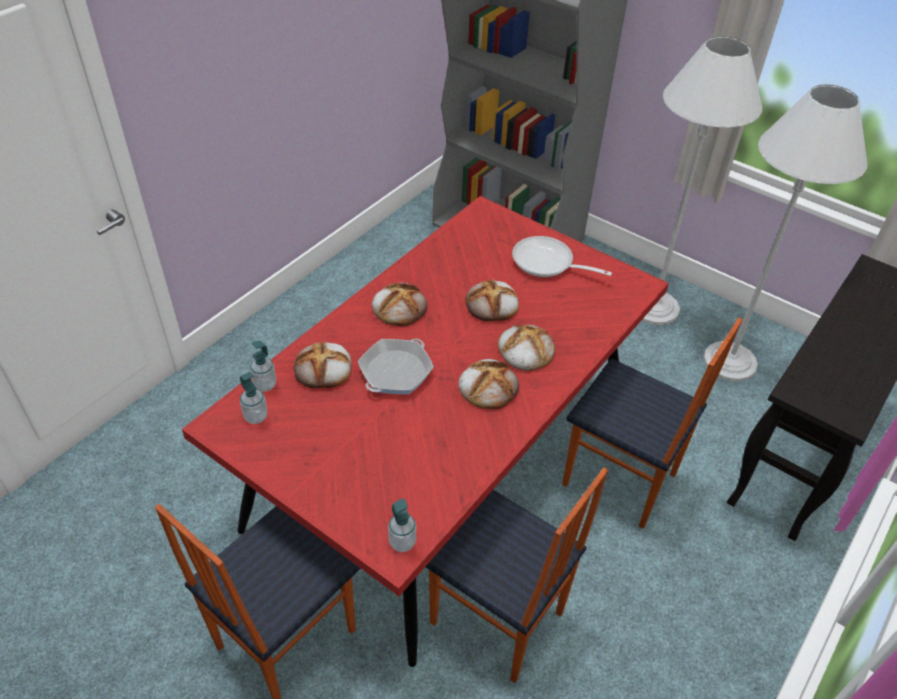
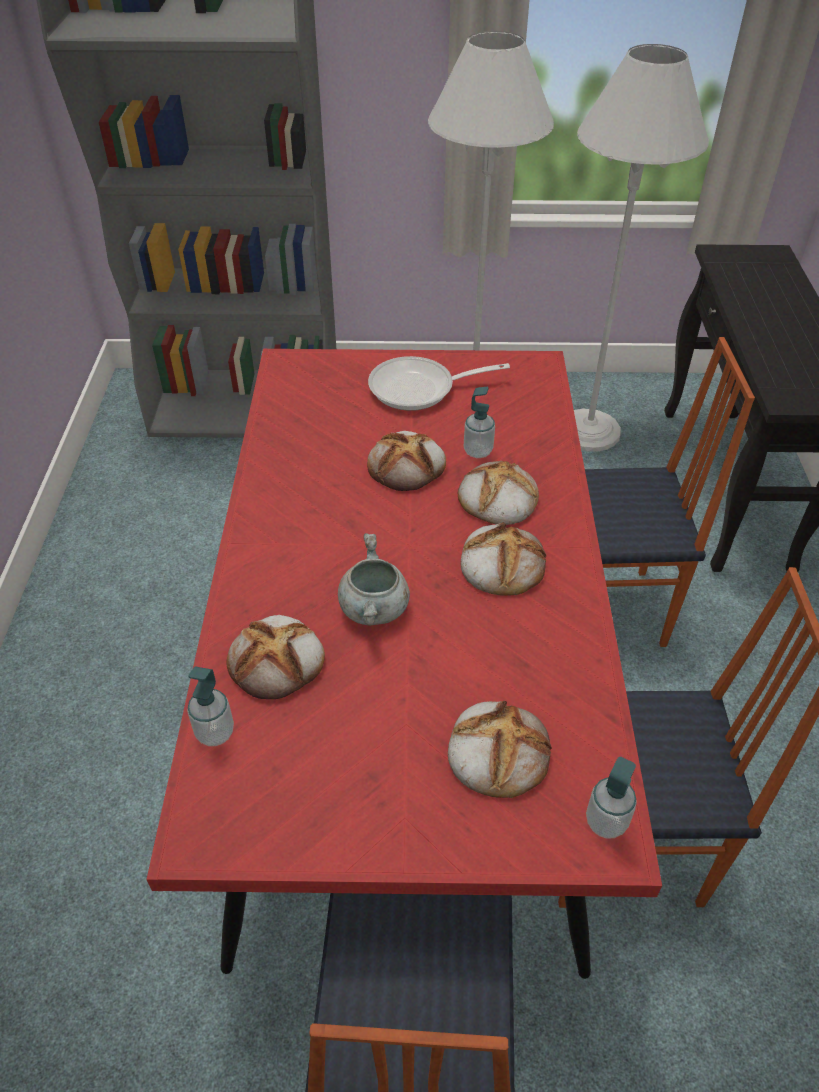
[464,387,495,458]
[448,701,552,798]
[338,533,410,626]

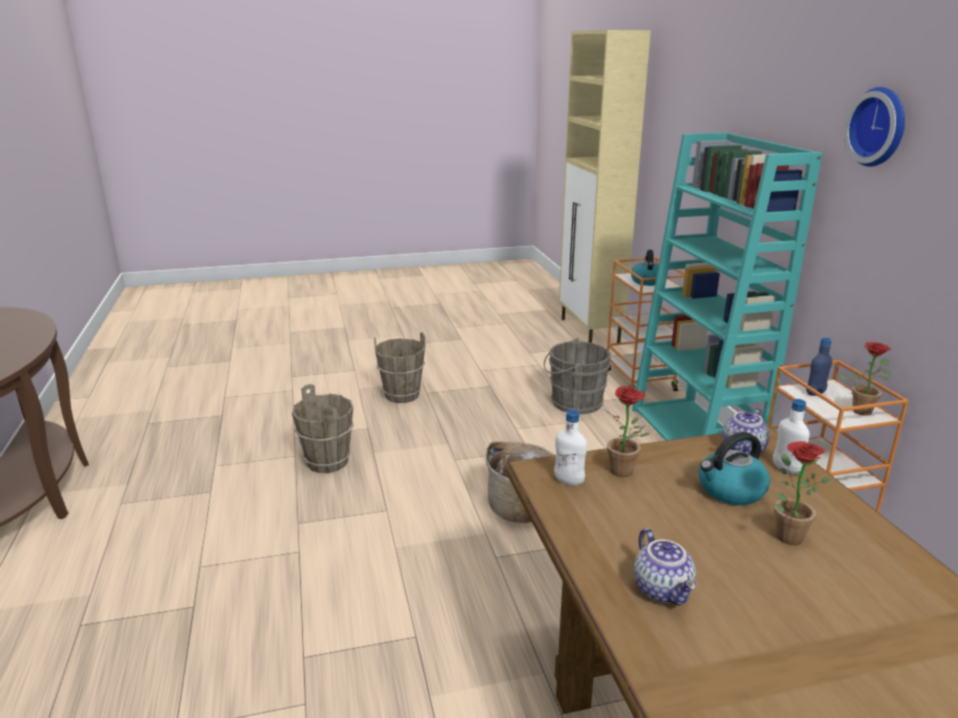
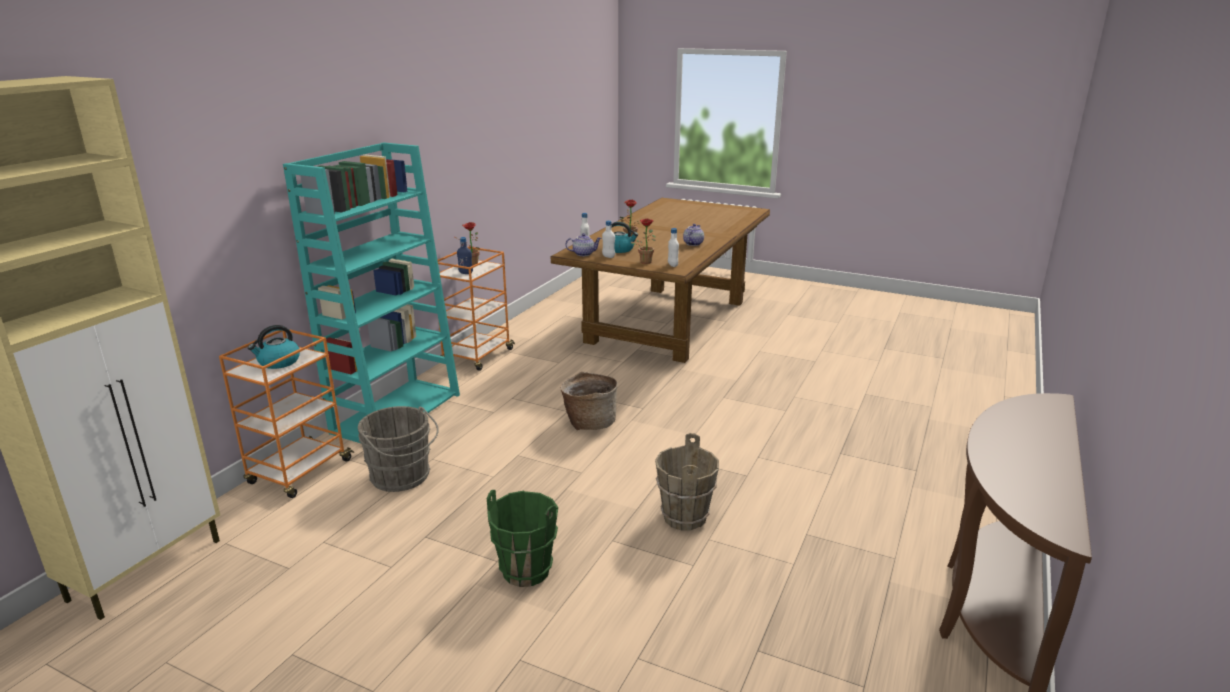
[844,87,905,167] (first image)
[602,221,615,258]
[487,490,558,587]

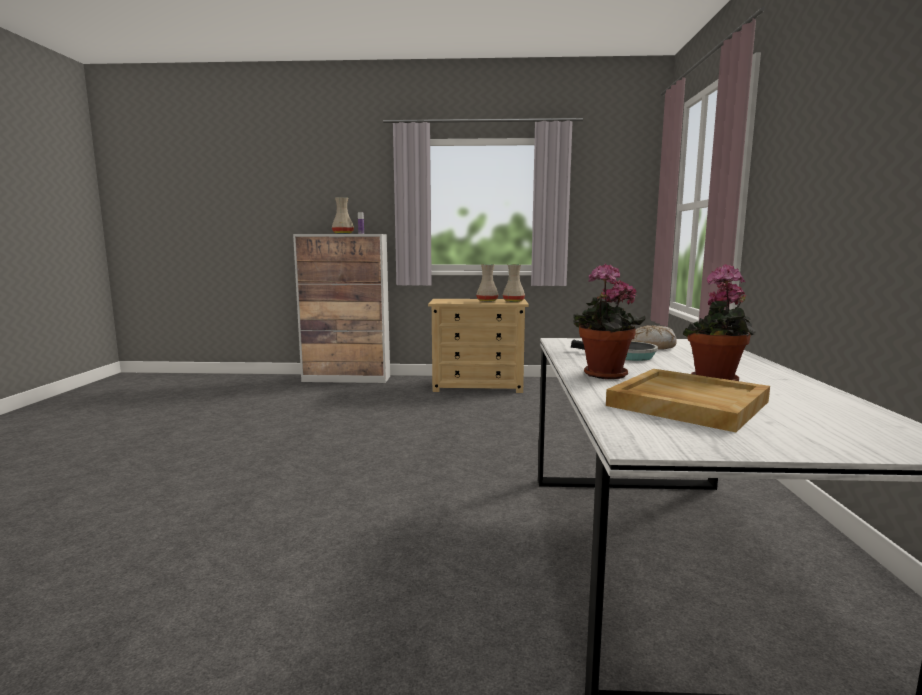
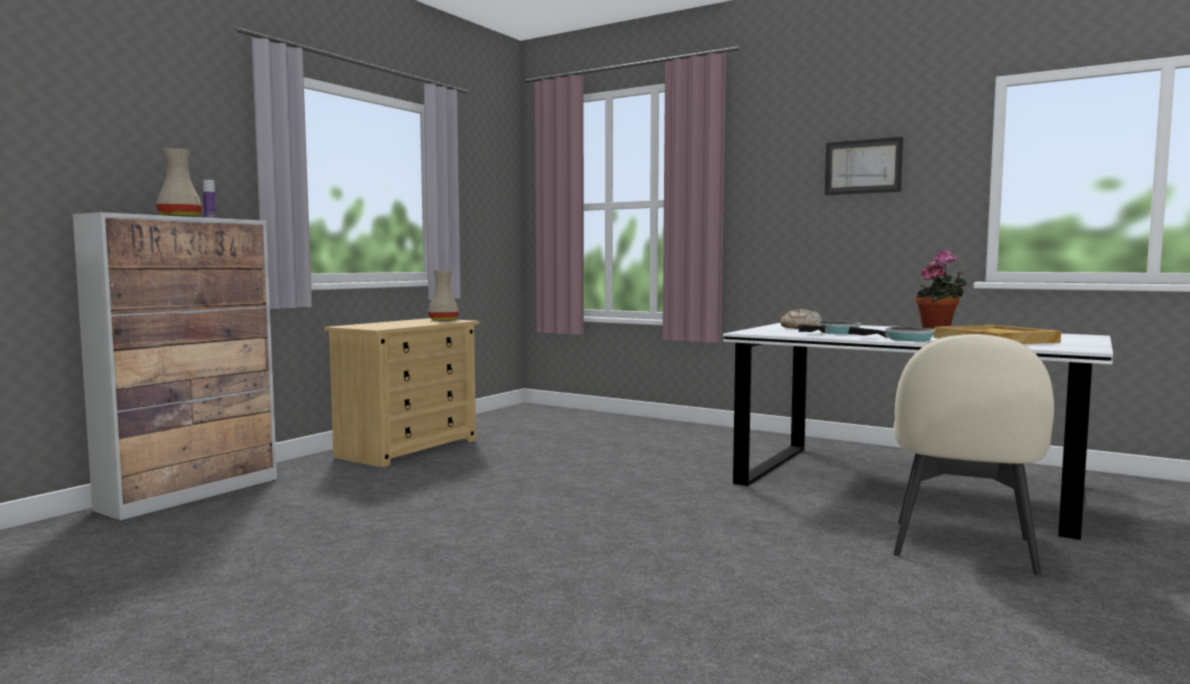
[476,264,498,302] (first image)
[825,137,903,195]
[893,334,1054,576]
[848,326,935,341]

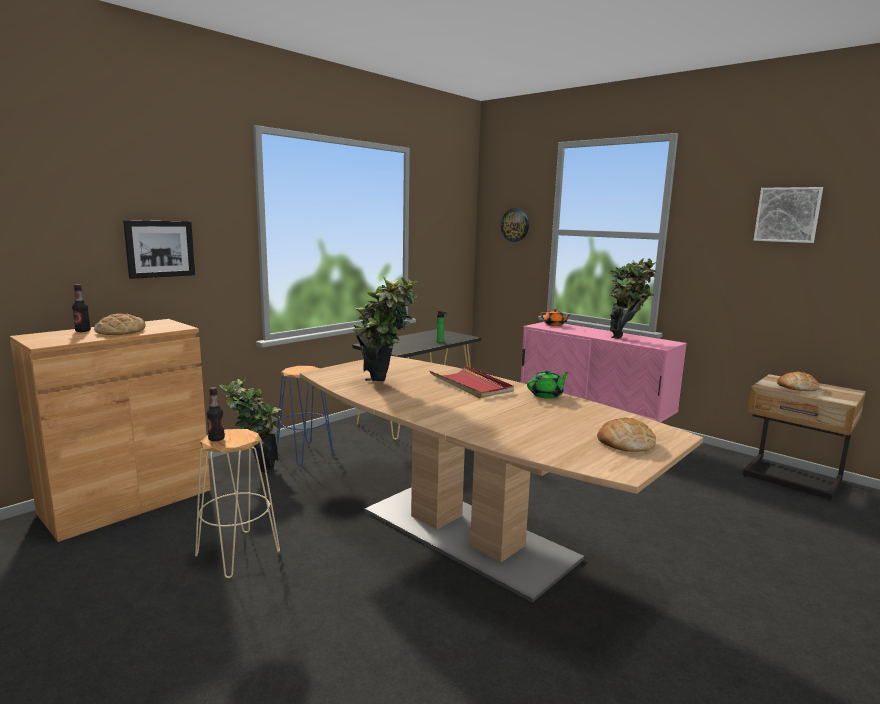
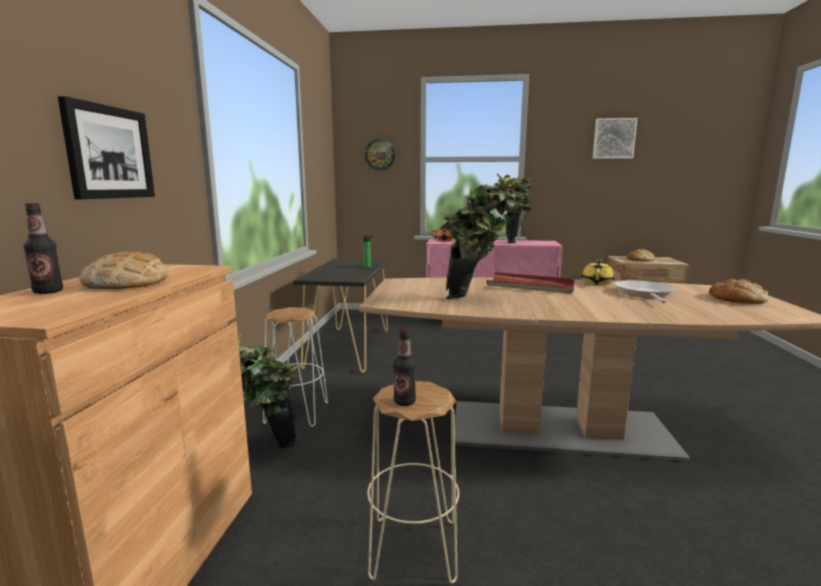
[614,280,675,303]
[263,307,328,427]
[582,259,614,285]

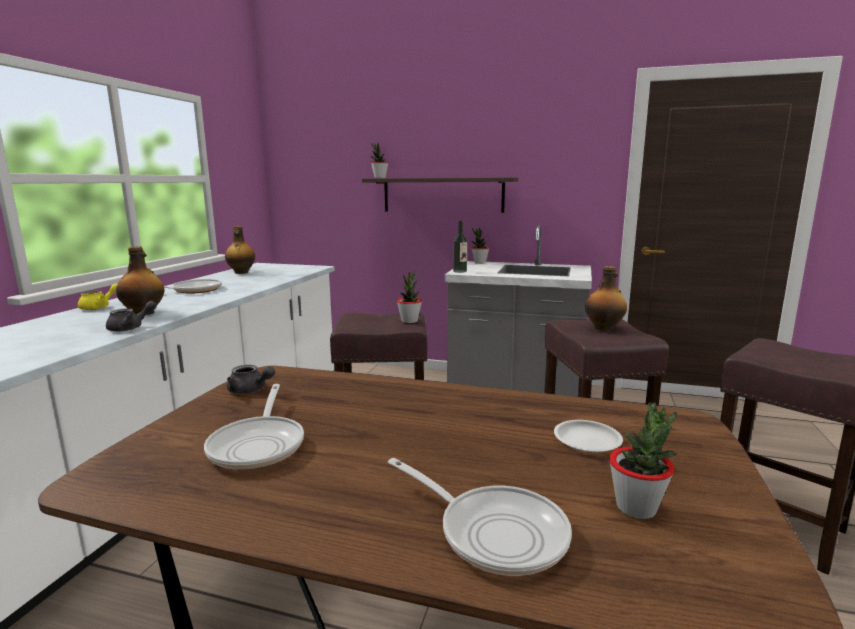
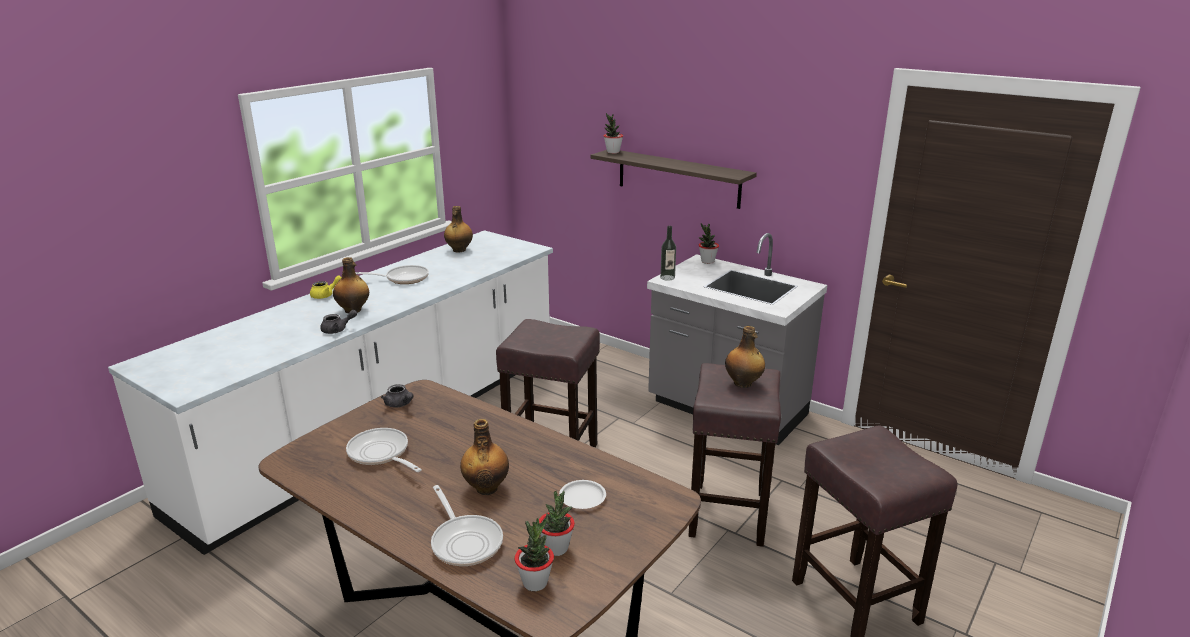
[460,419,509,495]
[514,515,554,591]
[346,428,422,472]

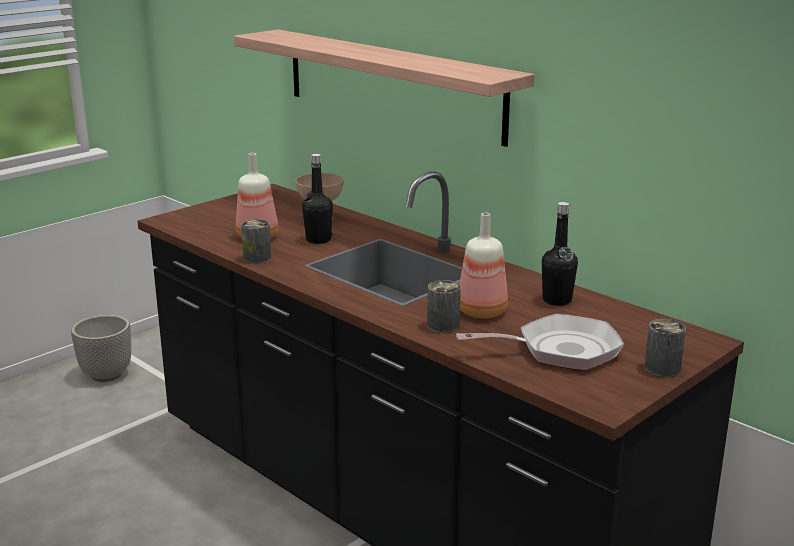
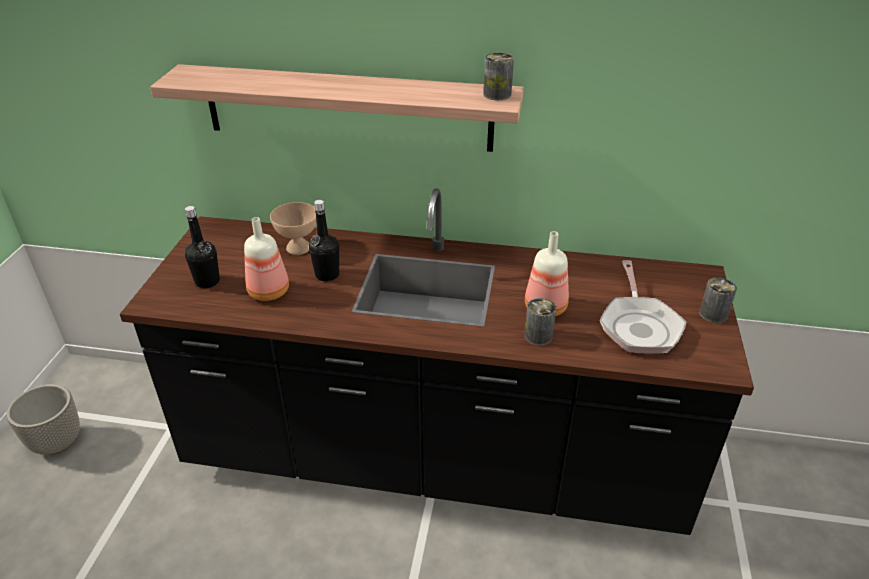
[483,53,514,100]
[185,206,220,288]
[600,260,686,354]

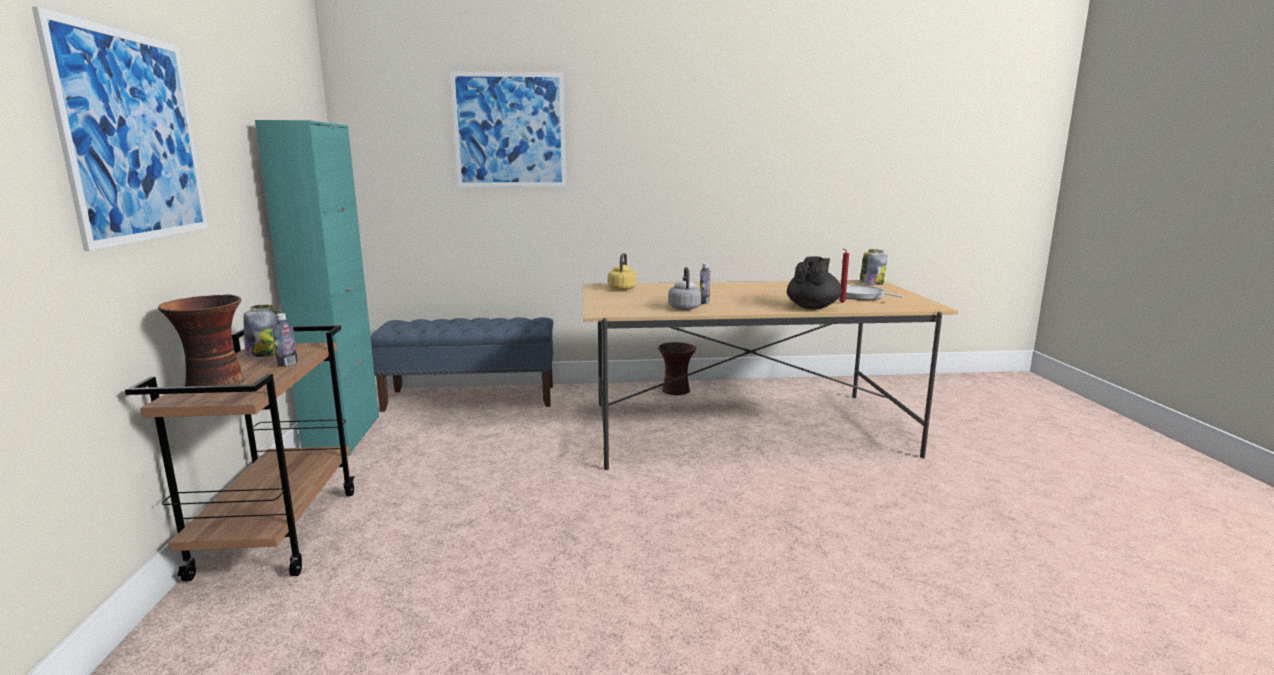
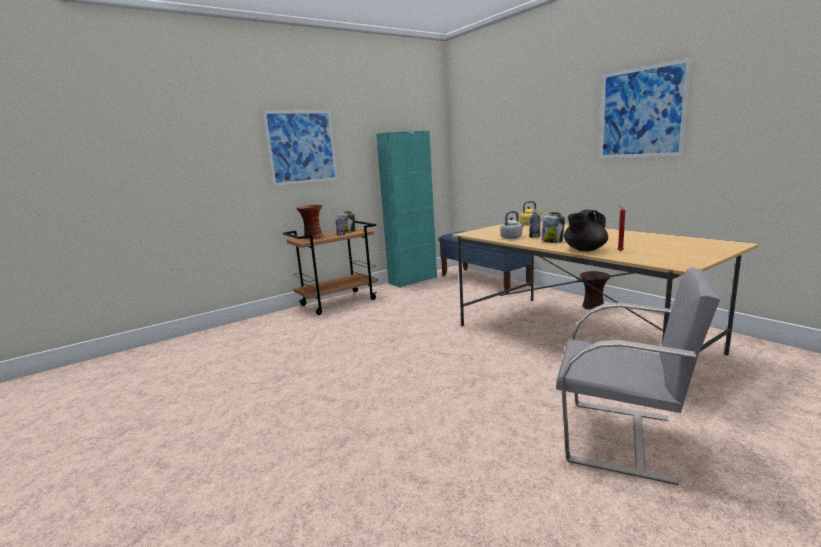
[846,285,903,300] (first image)
[556,267,720,485]
[600,58,692,158]
[541,212,565,243]
[564,210,608,251]

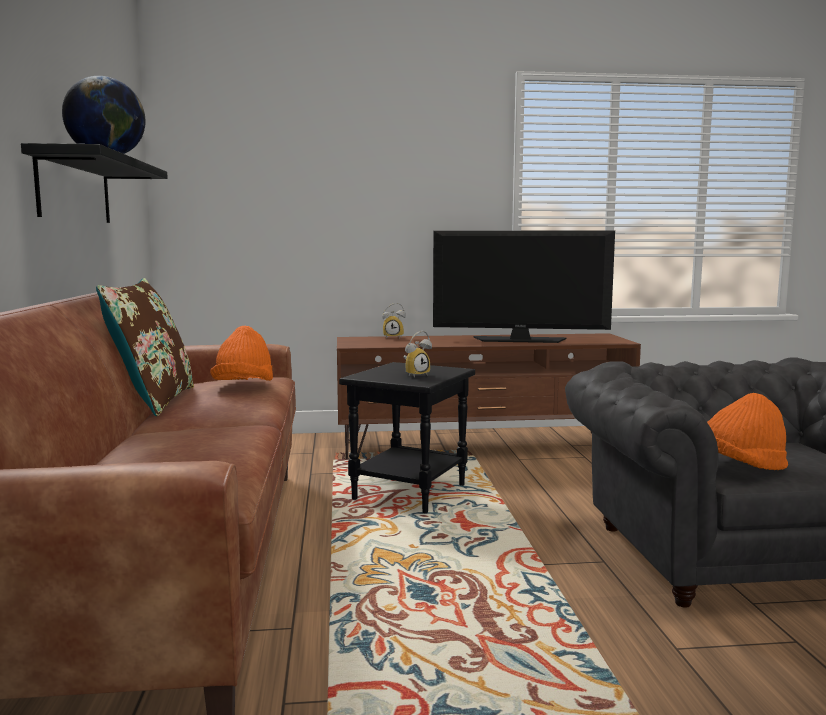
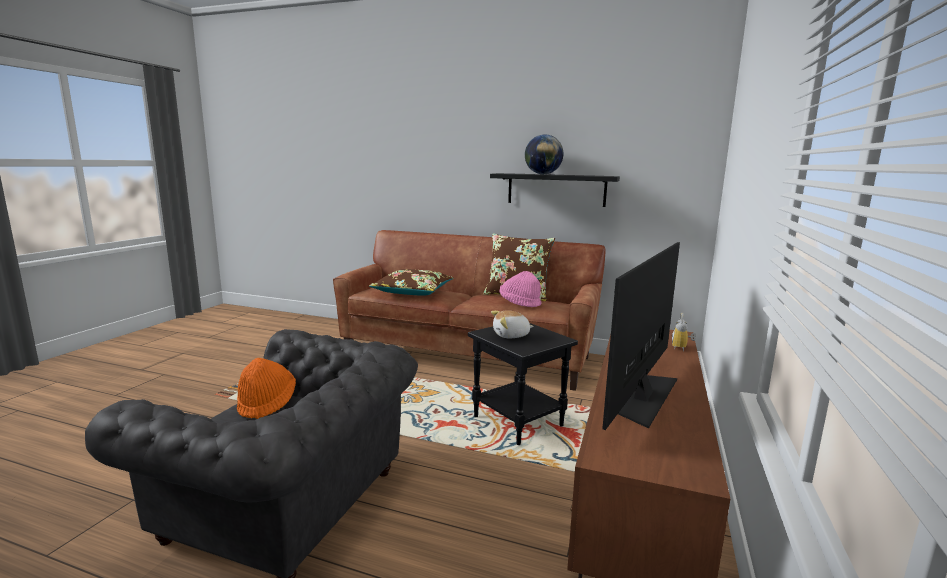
[369,269,453,296]
[491,310,534,338]
[500,271,542,307]

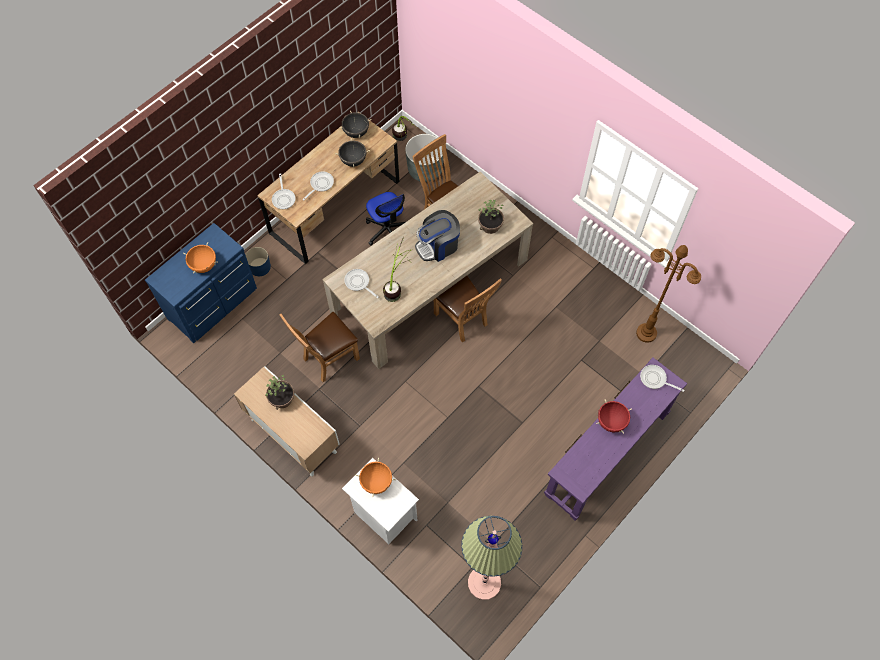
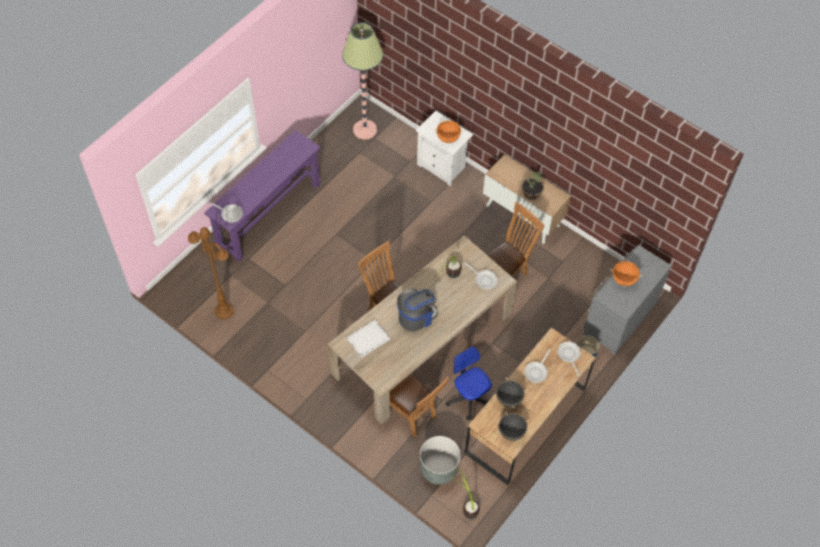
[596,399,632,434] (first image)
[346,320,390,358]
[584,245,672,355]

